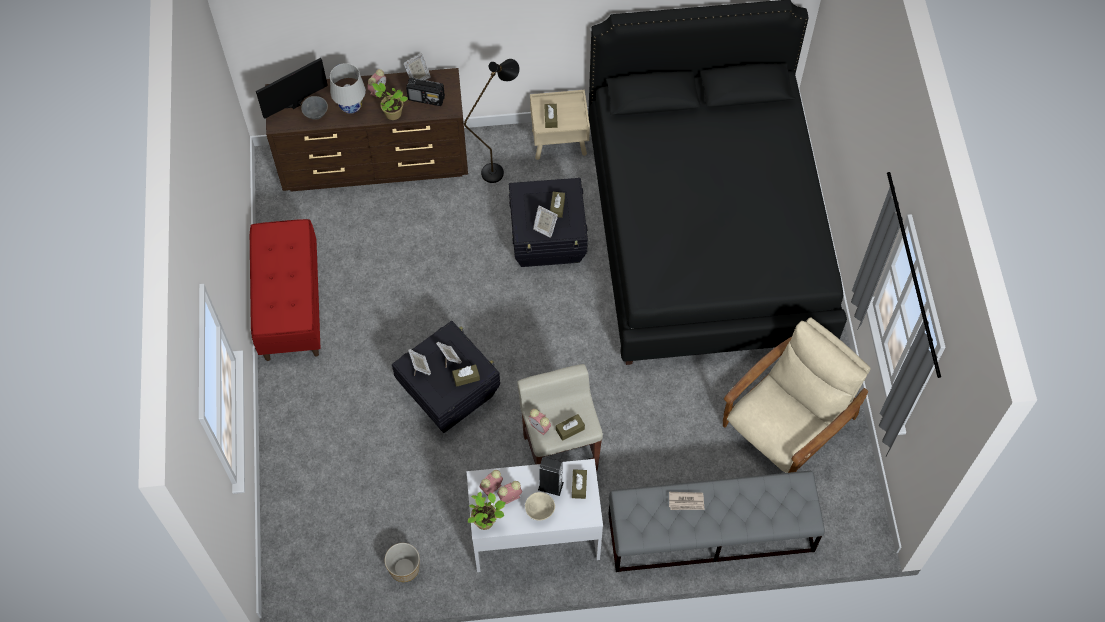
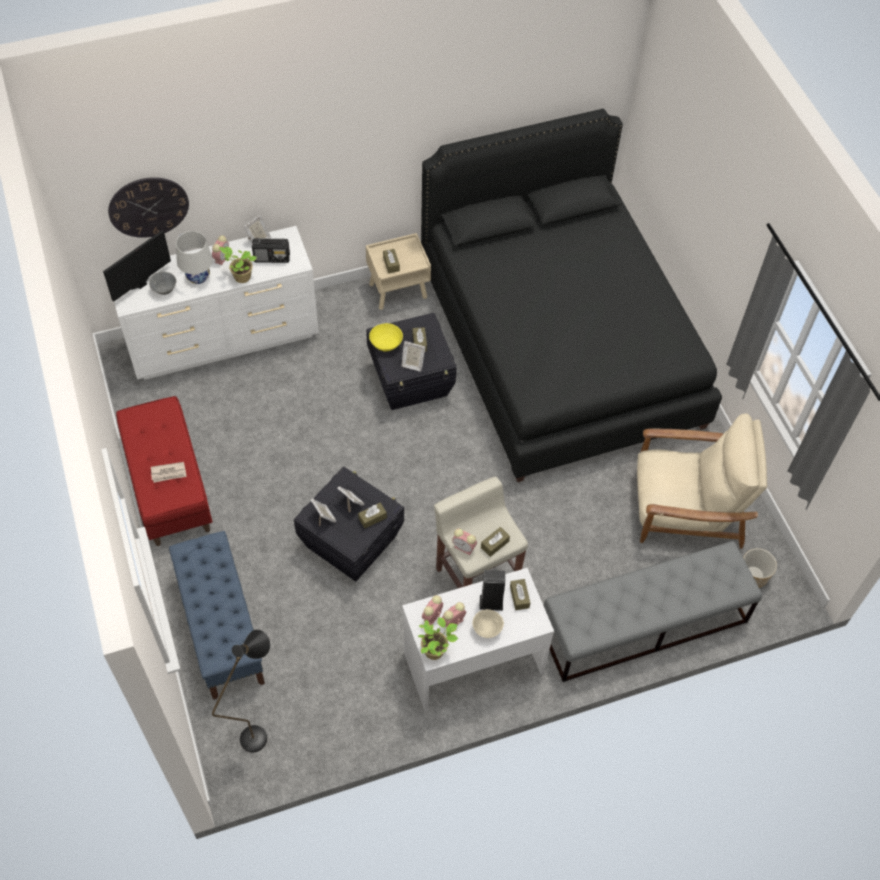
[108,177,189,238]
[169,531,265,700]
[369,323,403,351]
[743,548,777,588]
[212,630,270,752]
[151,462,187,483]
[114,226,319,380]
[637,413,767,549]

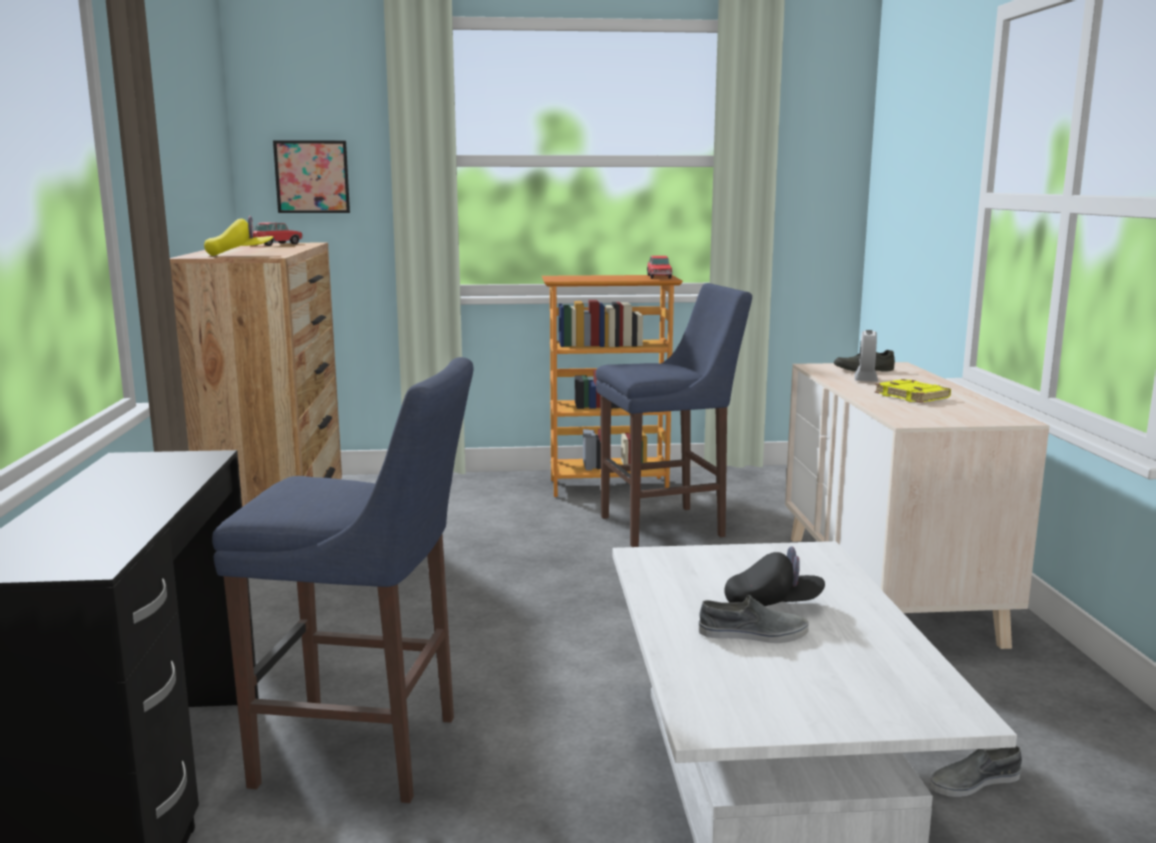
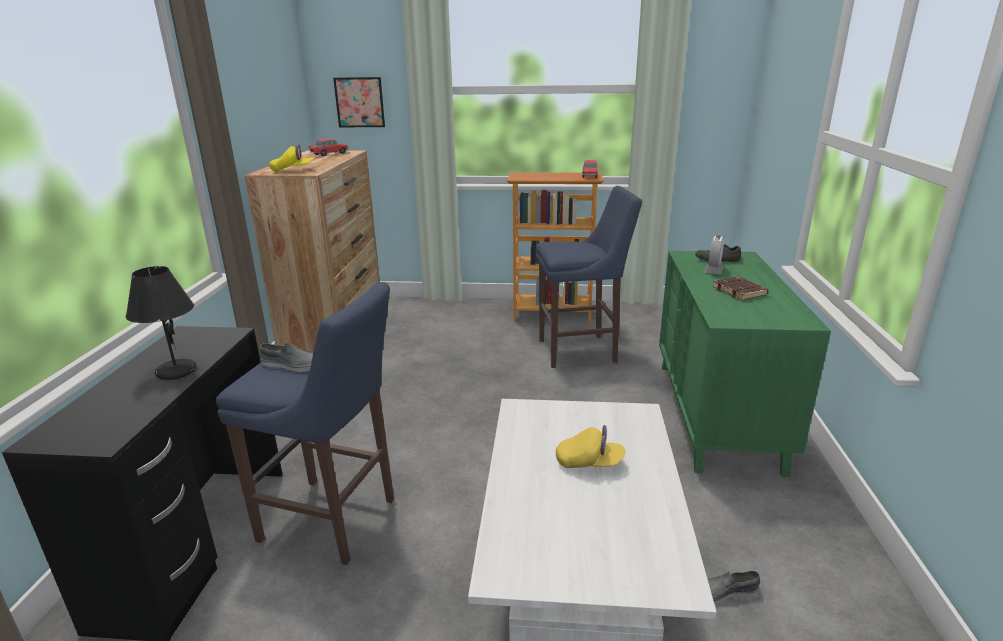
[126,266,196,380]
[260,342,313,372]
[556,425,626,468]
[659,251,831,477]
[712,276,768,300]

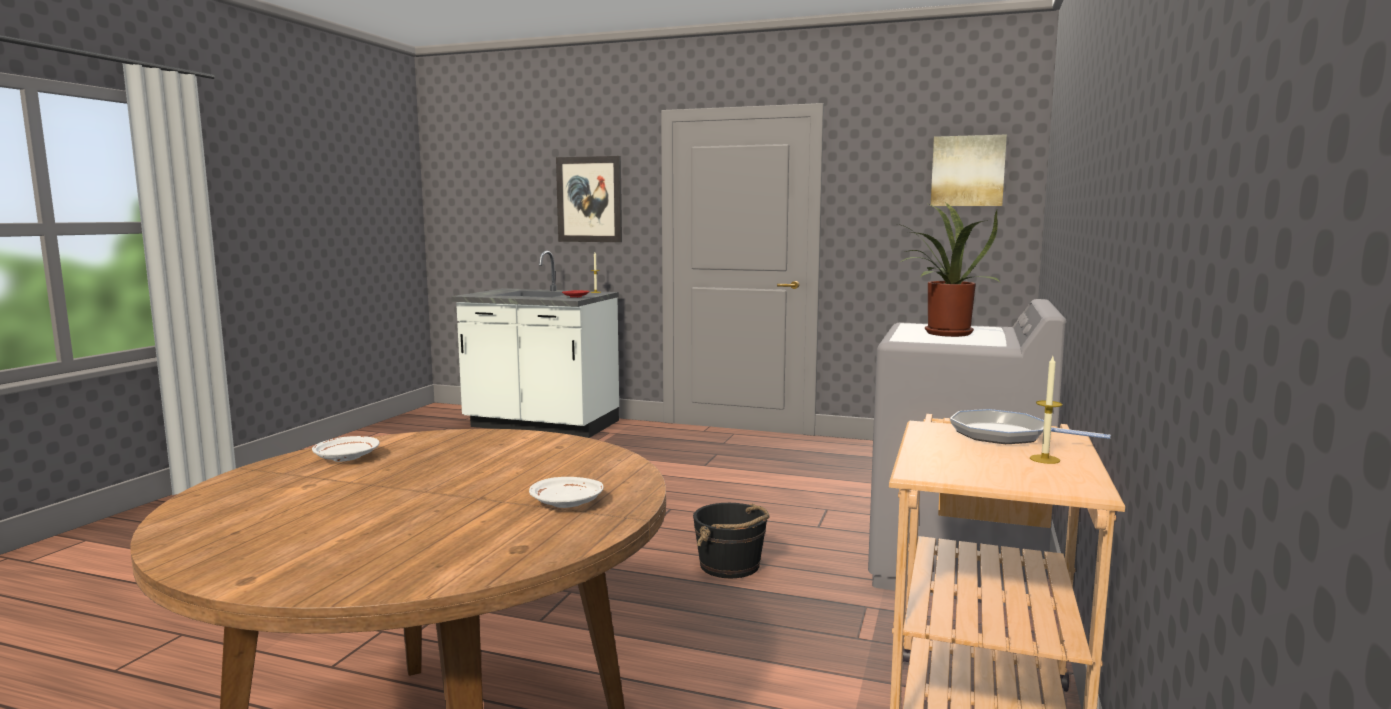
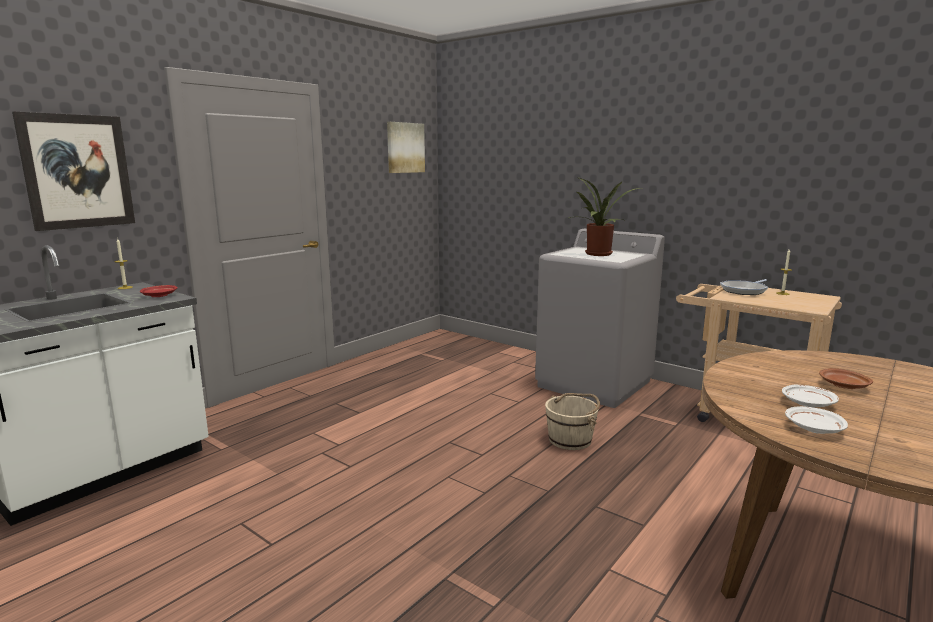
[819,368,873,389]
[782,385,839,407]
[545,393,600,450]

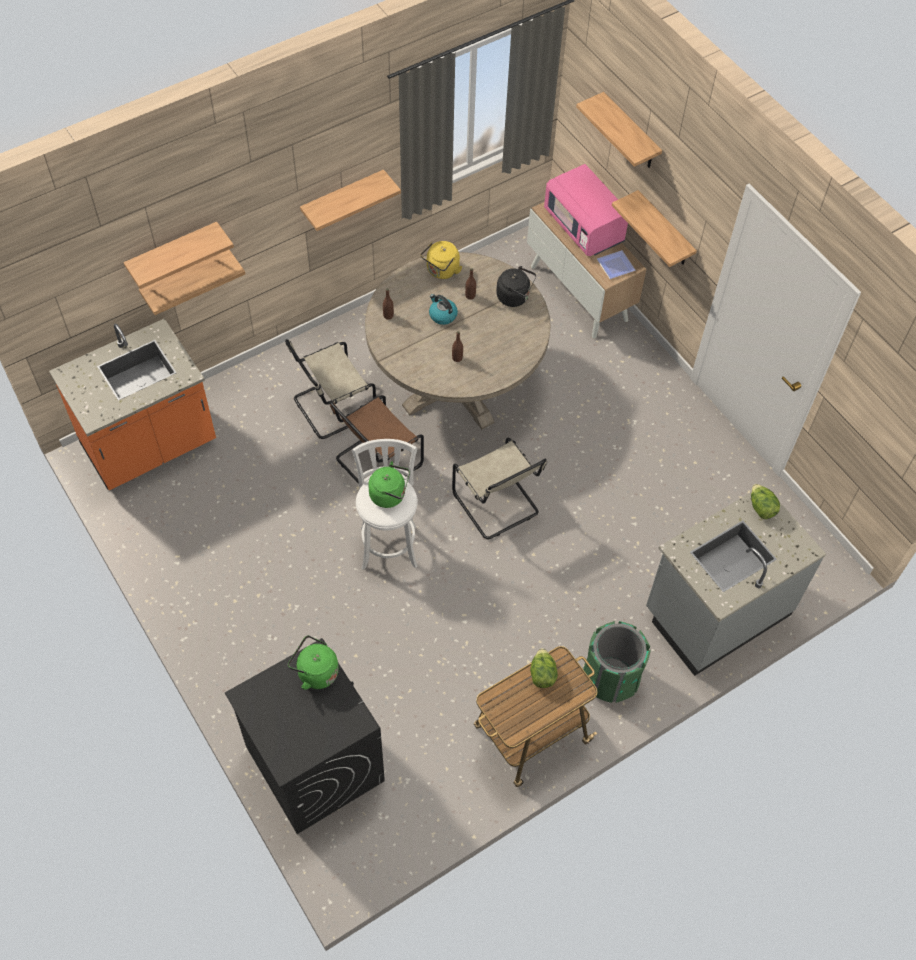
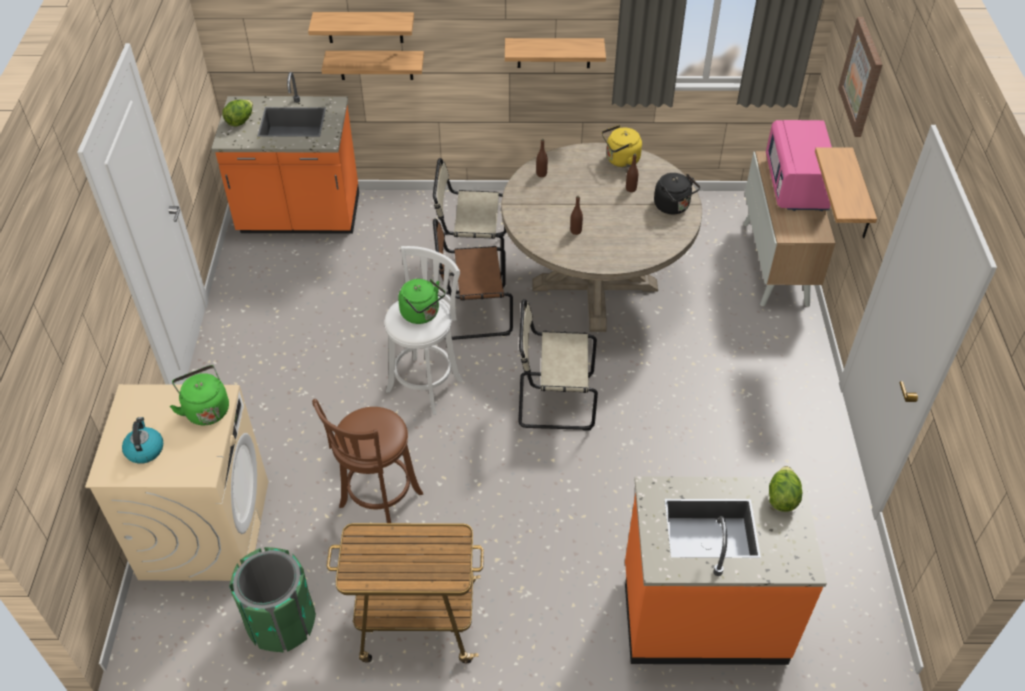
[597,250,636,279] (first image)
[312,399,423,523]
[122,417,163,464]
[222,99,253,127]
[229,547,316,652]
[838,17,883,137]
[85,384,268,581]
[625,476,827,665]
[518,299,598,430]

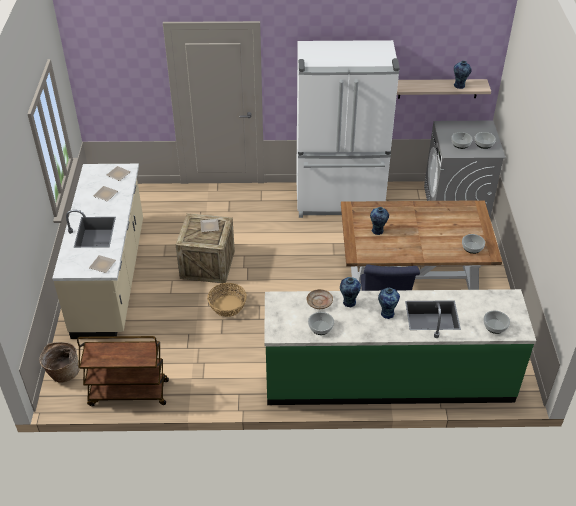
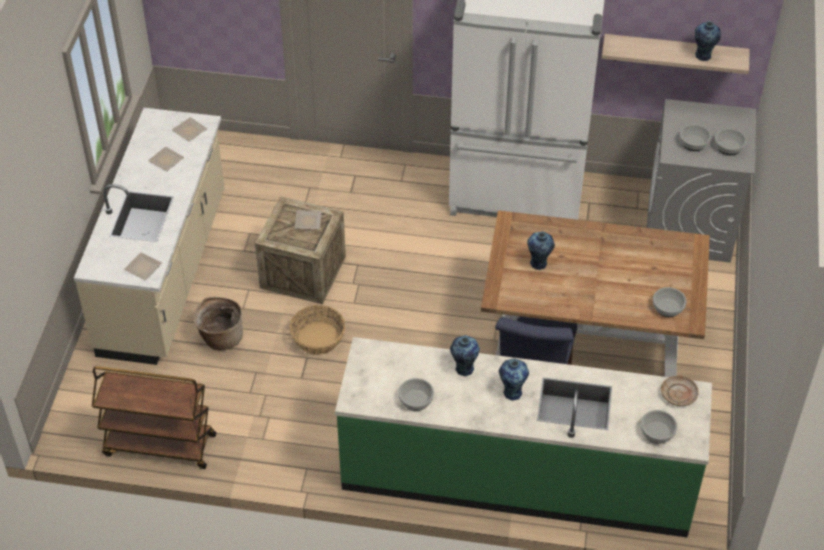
[193,297,243,350]
[661,376,699,406]

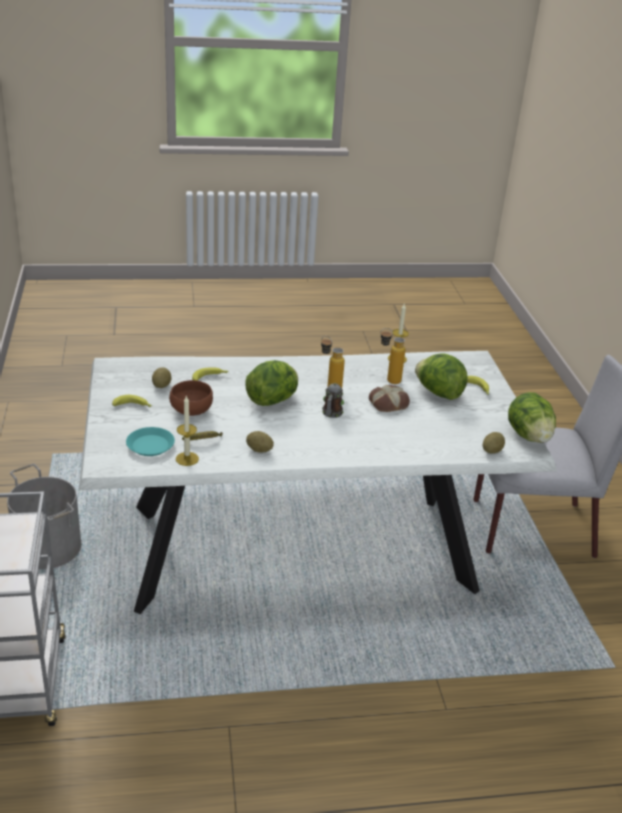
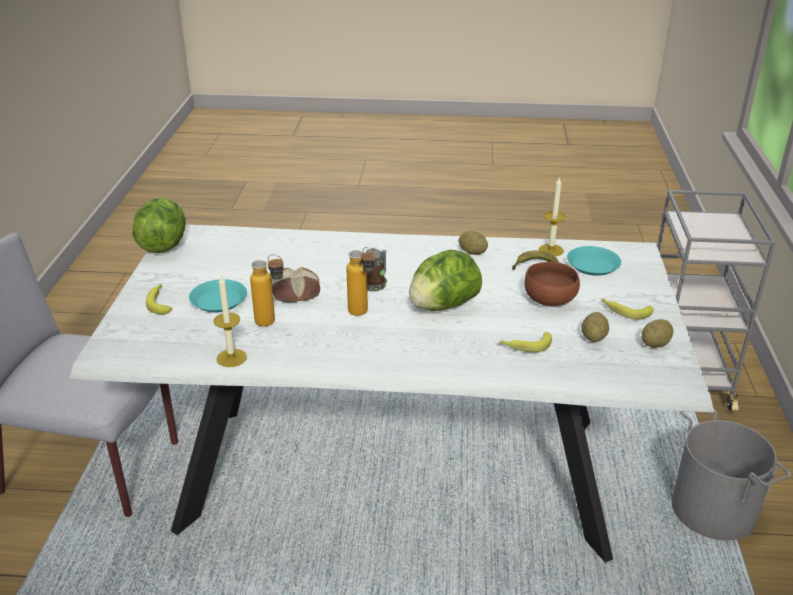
[642,319,673,348]
[189,279,247,312]

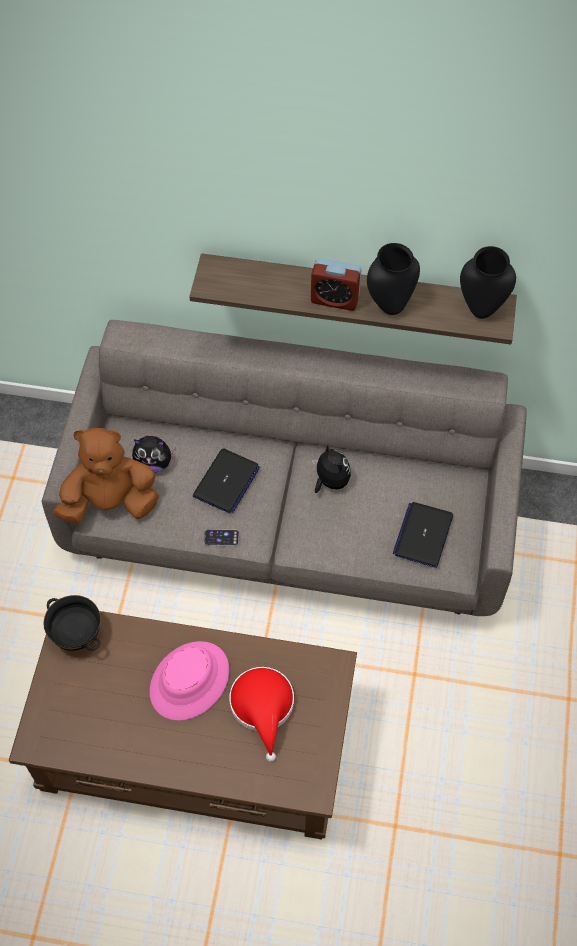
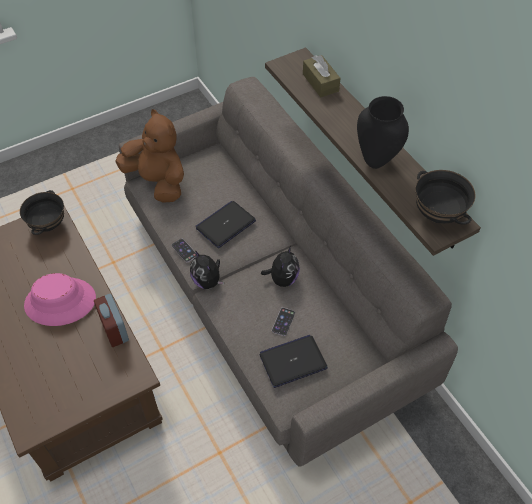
[229,667,294,762] (first image)
[272,307,295,336]
[303,55,340,97]
[190,250,224,289]
[94,294,129,347]
[416,170,475,225]
[196,201,256,248]

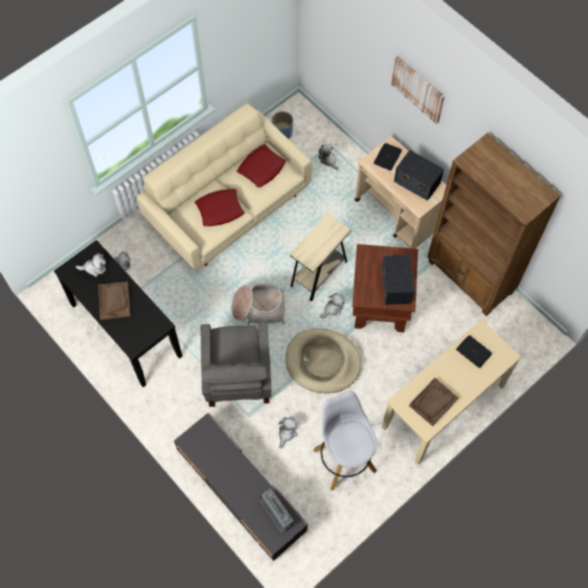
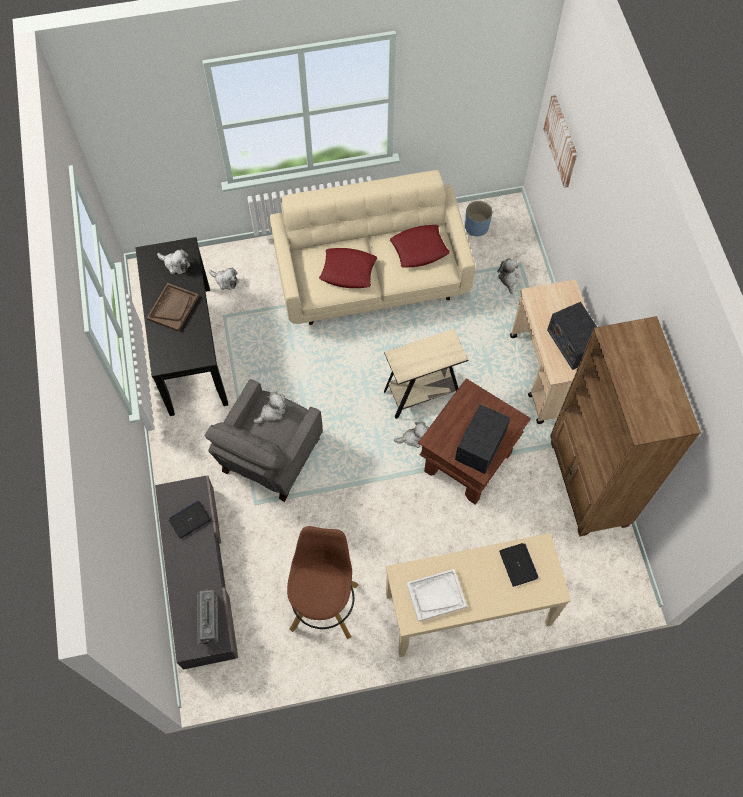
[232,283,285,325] (first image)
[286,328,361,393] (first image)
[254,392,286,424]
[169,501,211,539]
[543,95,577,188]
[287,526,359,639]
[407,569,467,622]

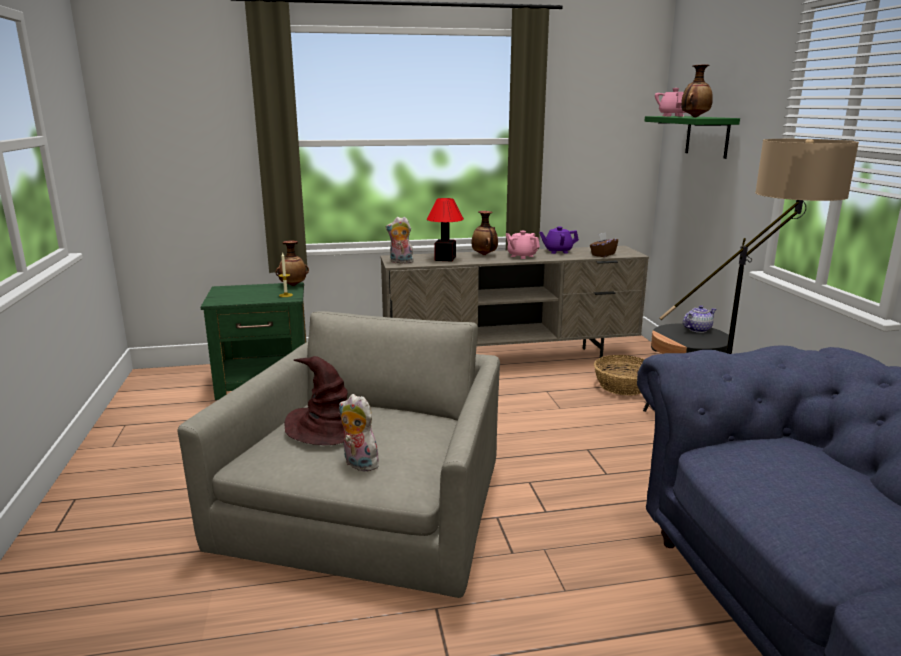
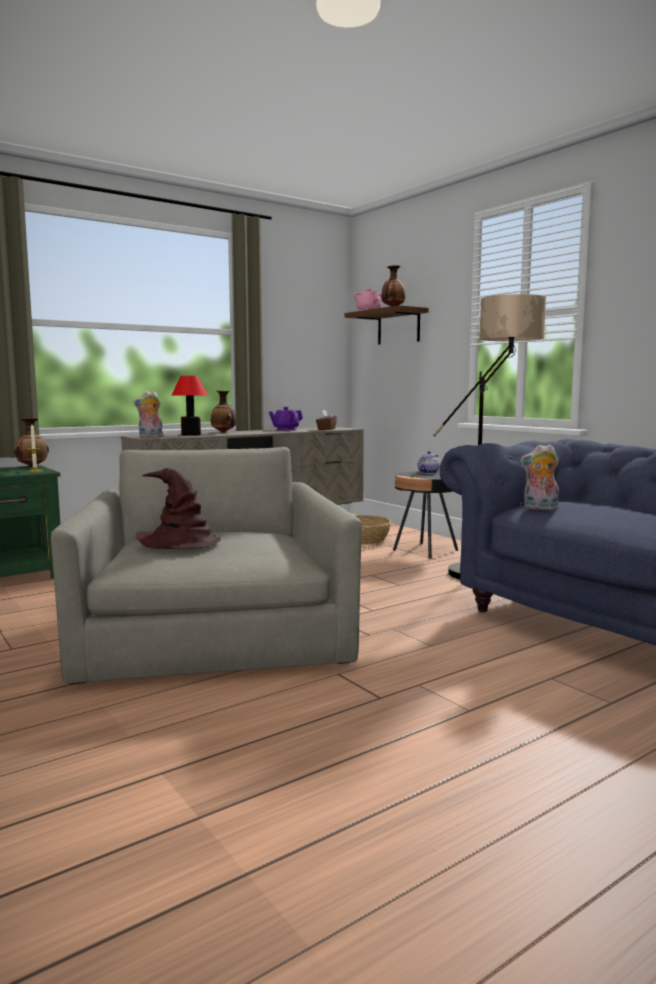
[506,231,540,259] (first image)
[520,444,559,510]
[345,305,429,344]

